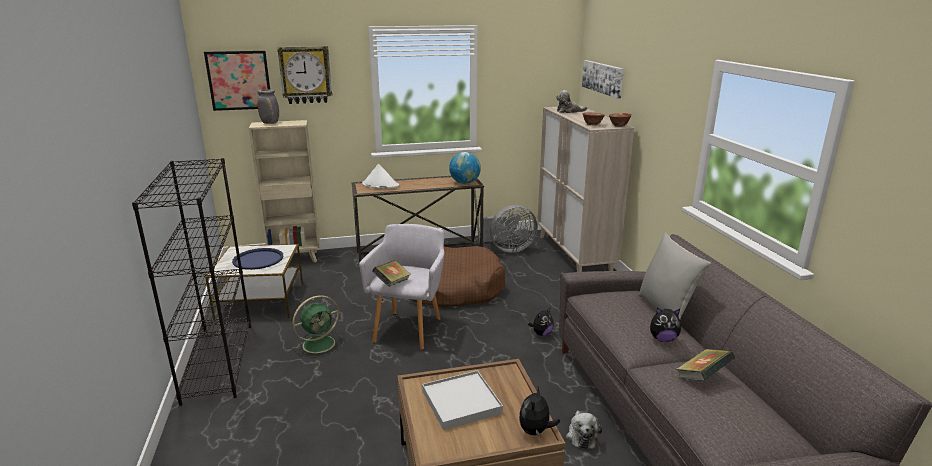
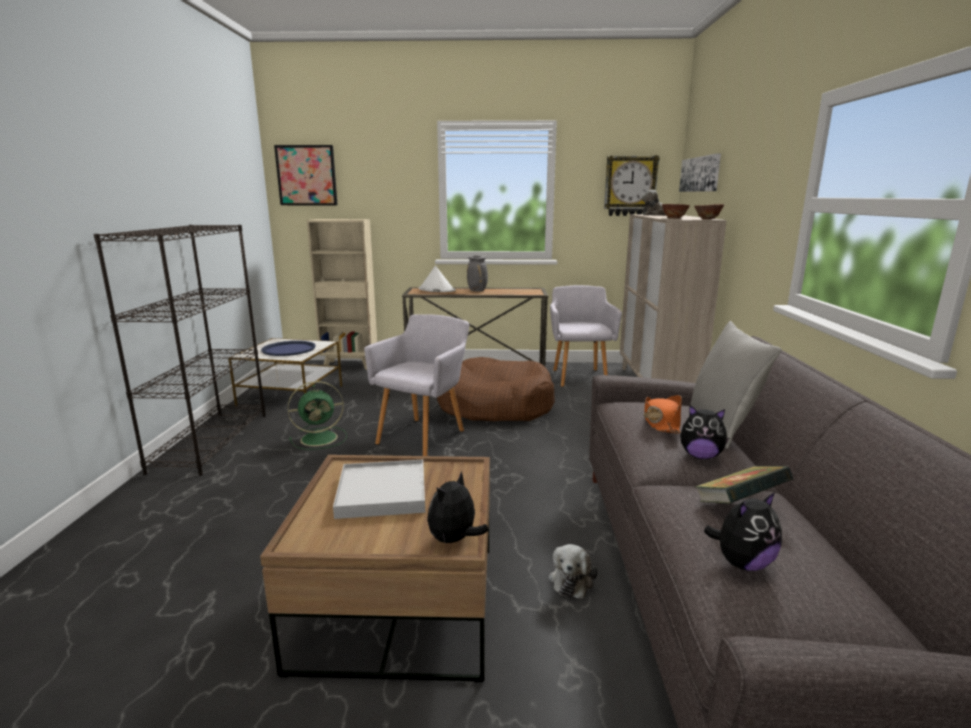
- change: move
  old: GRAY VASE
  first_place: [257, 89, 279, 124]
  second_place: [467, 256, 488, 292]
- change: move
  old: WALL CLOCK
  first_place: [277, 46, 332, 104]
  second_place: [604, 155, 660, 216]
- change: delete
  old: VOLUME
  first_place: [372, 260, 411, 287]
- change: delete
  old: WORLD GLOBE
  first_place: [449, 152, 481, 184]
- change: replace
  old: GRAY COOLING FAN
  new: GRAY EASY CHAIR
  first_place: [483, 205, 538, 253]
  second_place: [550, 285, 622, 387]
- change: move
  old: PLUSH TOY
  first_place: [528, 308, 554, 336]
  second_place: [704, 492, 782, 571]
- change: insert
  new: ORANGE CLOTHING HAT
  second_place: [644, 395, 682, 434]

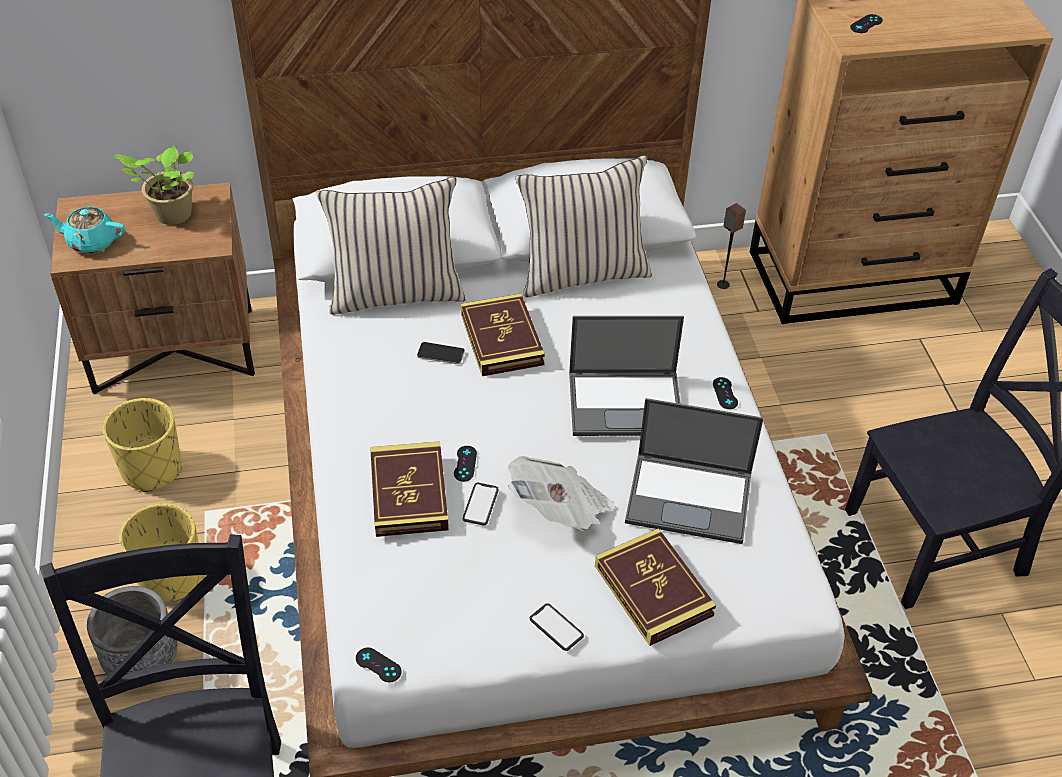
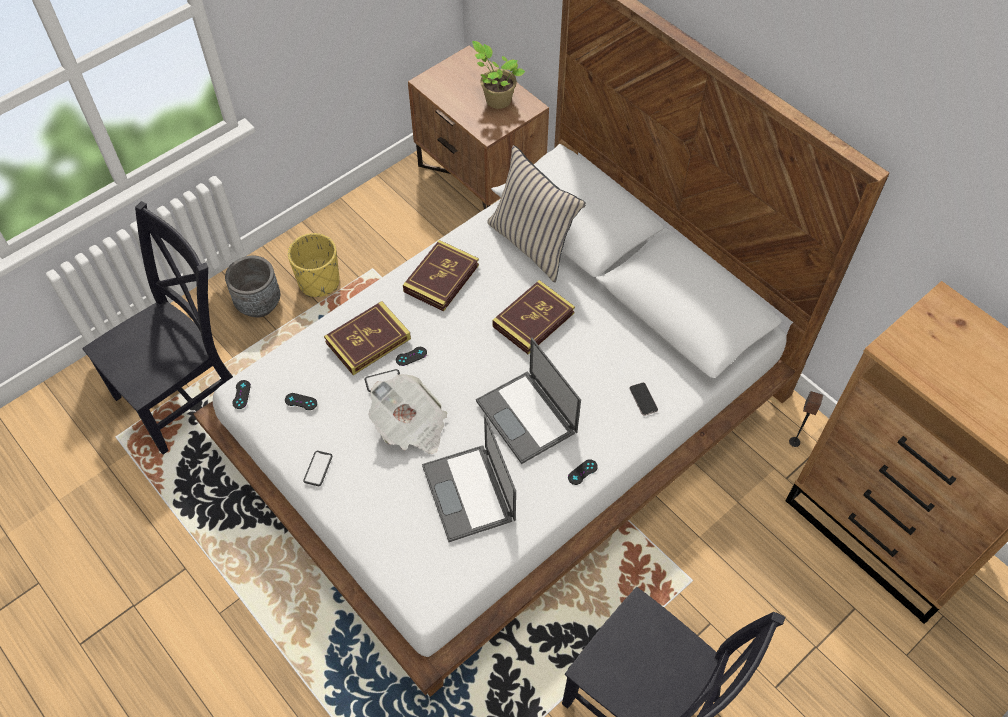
- change: delete
  old: TURQUOISE TEA POT
  first_place: [44, 207, 125, 253]
- change: delete
  old: YELLOWISH PLANT POT
  first_place: [103, 398, 182, 492]
- change: move
  old: TELEPHONE
  first_place: [417, 342, 465, 364]
  second_place: [629, 382, 658, 416]
- change: delete
  old: BEIGE CUSHION
  first_place: [515, 155, 652, 297]
- change: move
  old: VOLUME
  first_place: [595, 528, 716, 646]
  second_place: [403, 240, 479, 312]
- change: move
  old: BLACKISH GAMEPAD
  first_place: [850, 14, 883, 33]
  second_place: [285, 393, 317, 410]

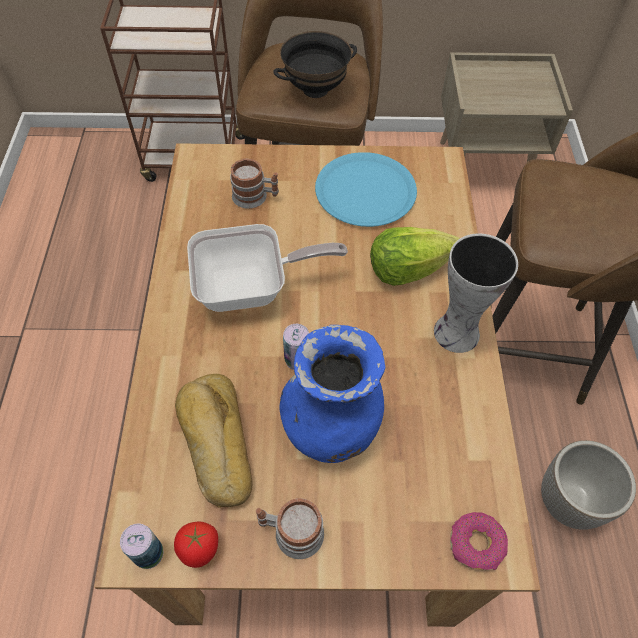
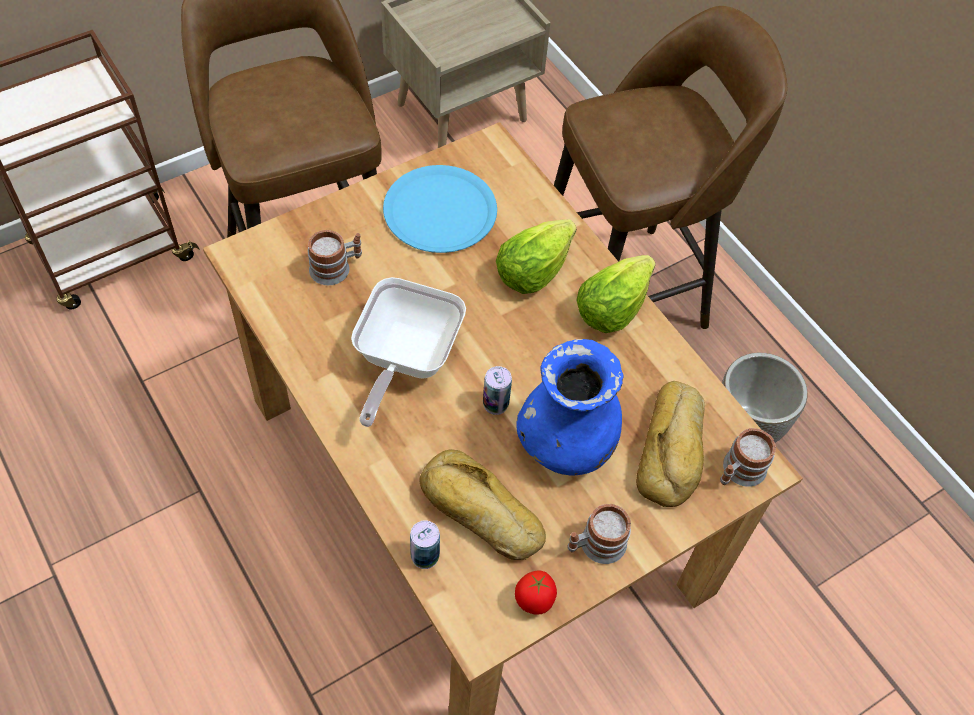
- change: move
  old: SEALED CAN
  first_place: [120, 523, 163, 569]
  second_place: [410, 520, 440, 569]
- change: rotate
  old: SKILLET
  first_place: [187, 224, 348, 312]
  second_place: [351, 277, 466, 427]
  degrees: 150
- change: delete
  old: BLACKISH SERVING BOWL
  first_place: [273, 31, 357, 98]
- change: replace
  old: VASE
  new: HEAD OF LETTUCE
  first_place: [434, 233, 518, 353]
  second_place: [576, 255, 656, 333]
- change: replace
  old: DONUT
  new: TEA MUG
  first_place: [450, 512, 508, 570]
  second_place: [720, 428, 776, 487]
- change: insert
  new: BAKERY BREAD
  second_place: [636, 381, 705, 507]

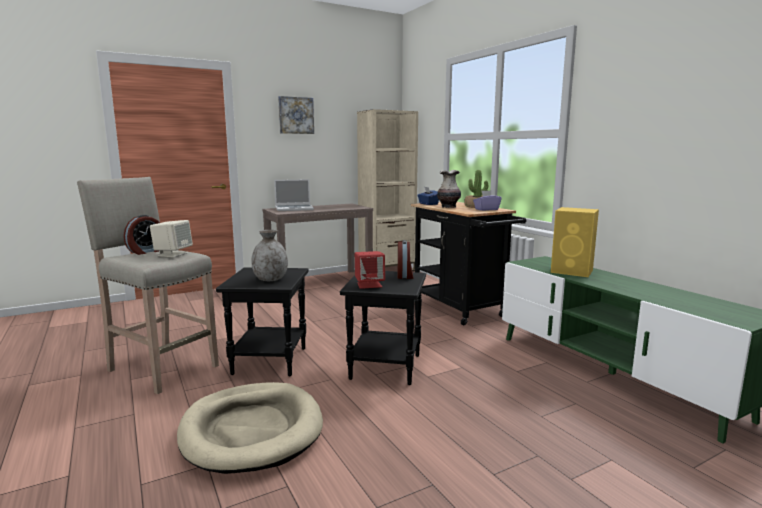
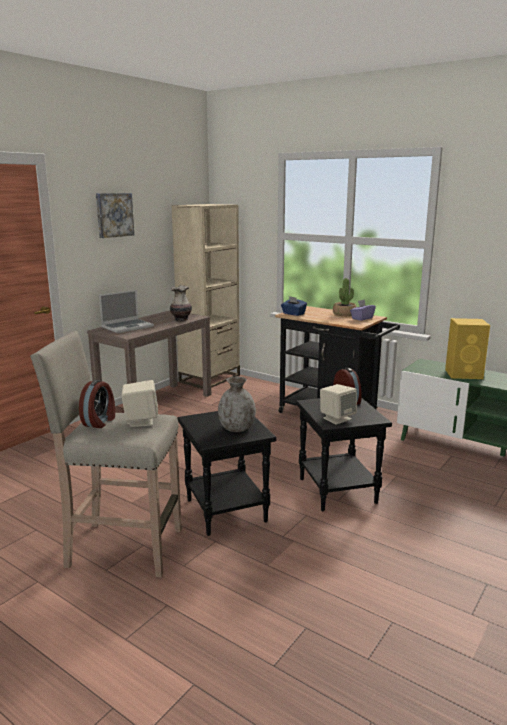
- change: delete
  old: BEIGE DOG CUSHION
  first_place: [177, 382, 323, 474]
- change: recolor
  old: RED AUDIO SPEAKER
  new: BEIGE AUDIO SPEAKER
  first_place: [355, 251, 385, 289]
  second_place: [320, 384, 357, 425]
- change: move
  old: VASE
  first_place: [437, 170, 461, 208]
  second_place: [170, 285, 192, 321]

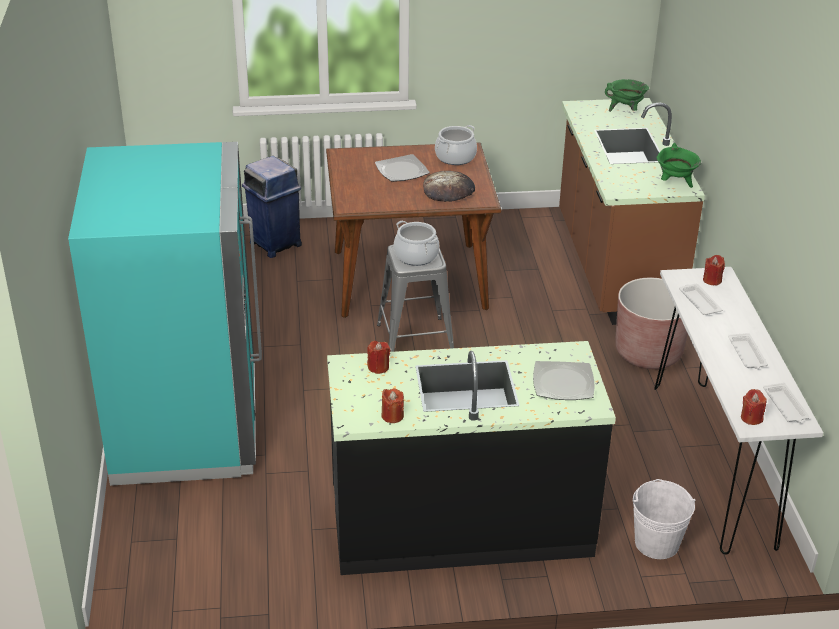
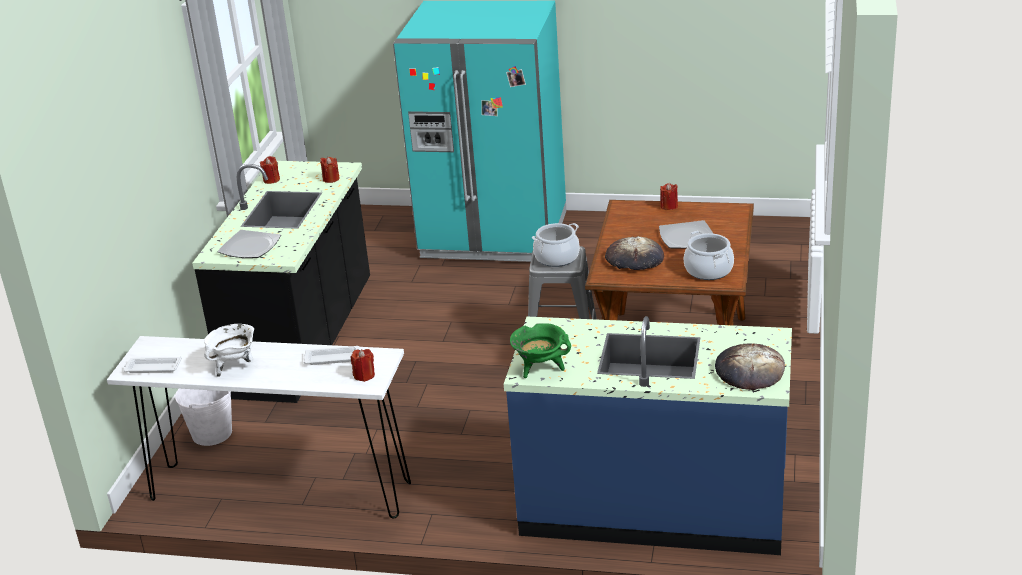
- change: delete
  old: BLUISH TRASH CAN
  first_place: [242, 156, 302, 258]
- change: recolor
  old: BROWN KITCHEN COUNTER
  new: BLUISH KITCHEN COUNTER
  first_place: [559, 98, 705, 325]
  second_place: [504, 316, 792, 555]
- change: replace
  old: GREEN-COLOURED STOCKPOT
  new: BAKERY BREAD
  first_place: [605, 79, 649, 112]
  second_place: [715, 343, 785, 390]
- change: delete
  old: BROWN PLANT POT
  first_place: [615, 278, 688, 369]
- change: replace
  old: WHITE-COLOURED TRAY
  new: WHITE-COLOURED STOCKPOT
  first_place: [728, 333, 768, 369]
  second_place: [204, 324, 254, 377]
- change: move
  old: RED WAX LIGHT
  first_place: [741, 389, 767, 425]
  second_place: [660, 183, 678, 210]

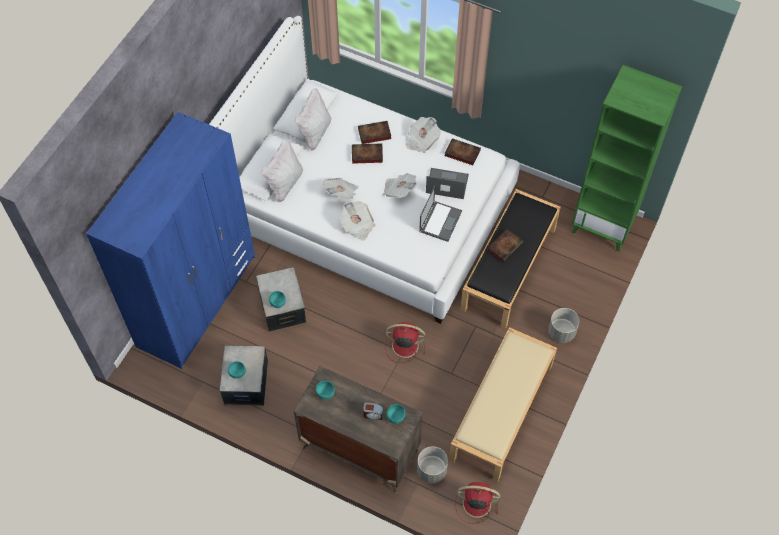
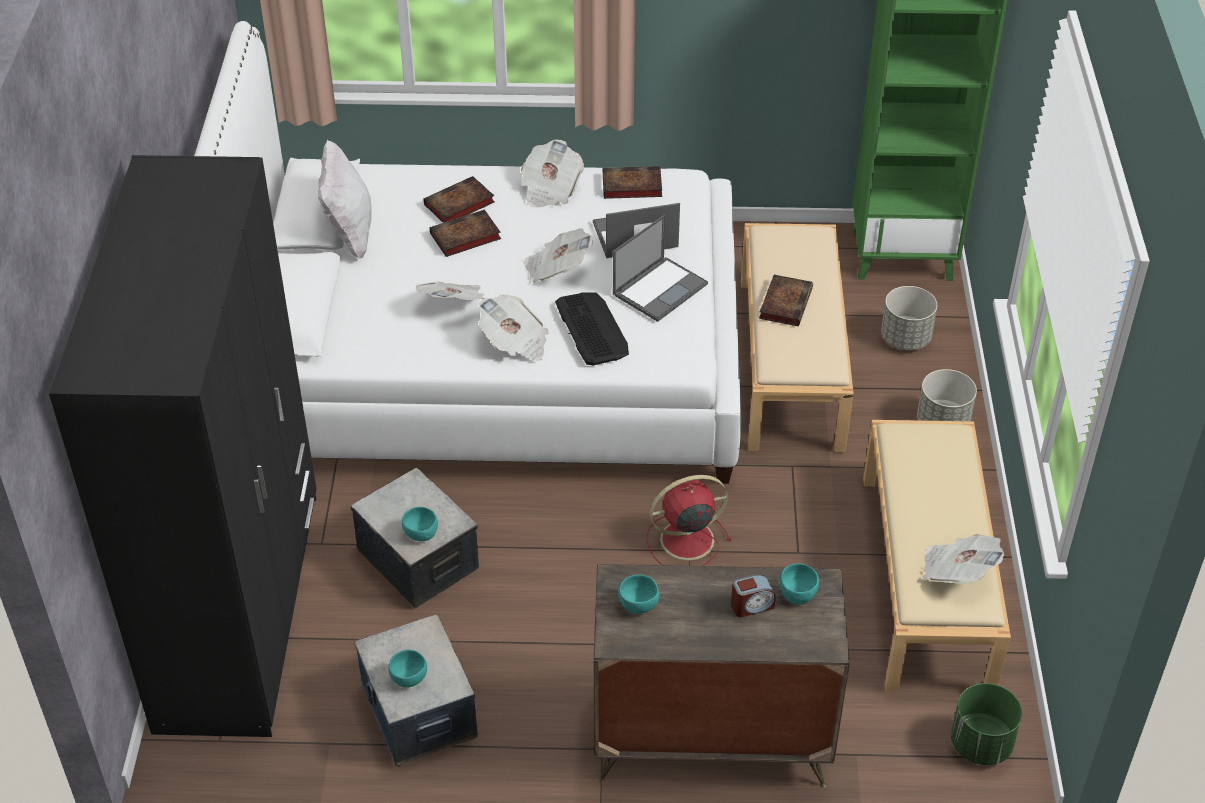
- change: recolor
  old: BLUISH WARDROBE
  new: BLACKISH WARDROBE
  first_place: [86, 112, 255, 369]
  second_place: [49, 155, 316, 737]
- change: delete
  old: WHITE-COLOURED CUSHION
  first_place: [262, 139, 303, 203]
- change: move
  old: GRAY PLANT POT
  first_place: [417, 446, 448, 483]
  second_place: [881, 286, 937, 350]
- change: rotate
  old: PORTABLE COMPUTER
  first_place: [419, 186, 462, 242]
  second_place: [613, 215, 708, 322]
  degrees: 45
- change: replace
  old: RED COOLING FAN
  new: GREEN-COLOURED PLANT POT
  first_place: [455, 482, 500, 524]
  second_place: [951, 683, 1023, 765]
- change: recolor
  old: BLACKISH BENCH
  new: BEIGE BENCH
  first_place: [460, 189, 561, 329]
  second_place: [741, 223, 854, 452]
- change: insert
  new: PC KEYBOARD
  second_place: [555, 292, 629, 366]
- change: insert
  new: NEWSPAPER
  second_place: [922, 534, 1004, 584]

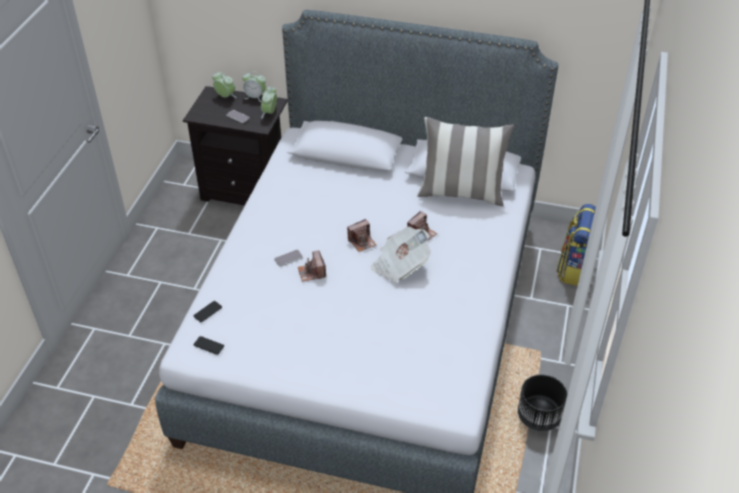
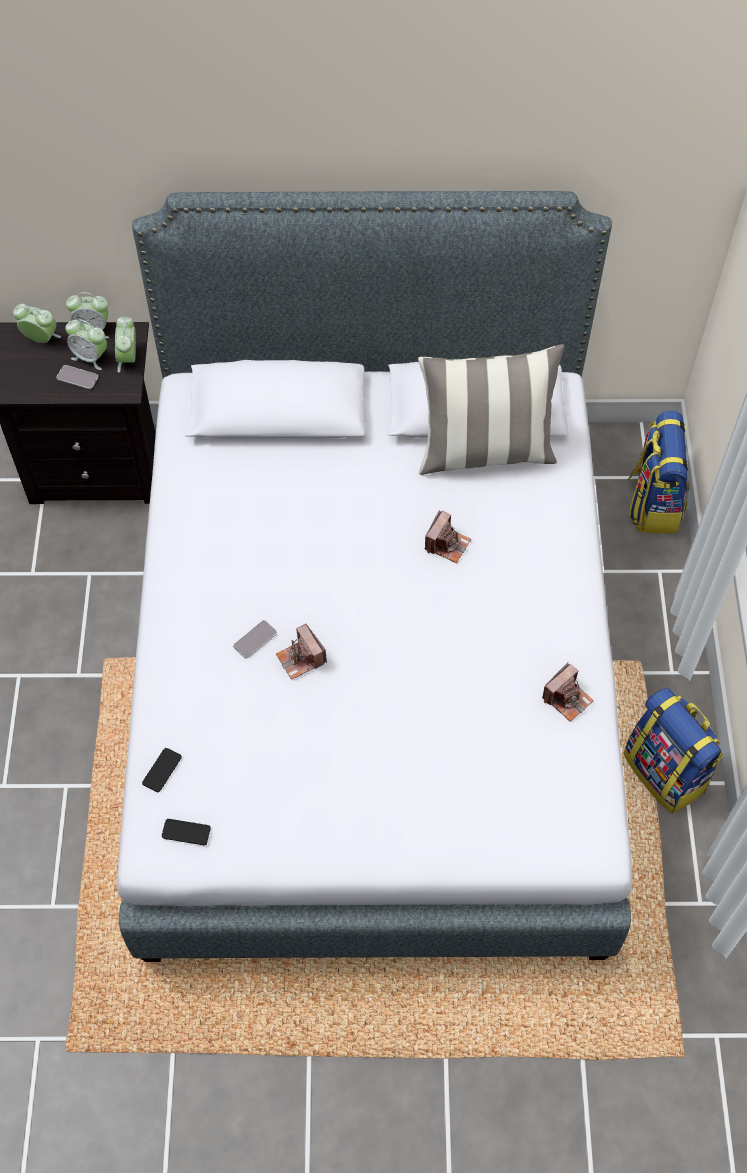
- change: move
  old: STILL CAMERA
  first_place: [347, 219, 376, 252]
  second_place: [542, 662, 594, 722]
- change: delete
  old: NEWSPAPER
  first_place: [371, 226, 431, 283]
- change: replace
  old: BLACKISH PLANT POT
  new: RUCKSACK
  first_place: [518, 374, 567, 431]
  second_place: [623, 688, 723, 814]
- change: insert
  new: ALARM CLOCK
  second_place: [65, 319, 107, 370]

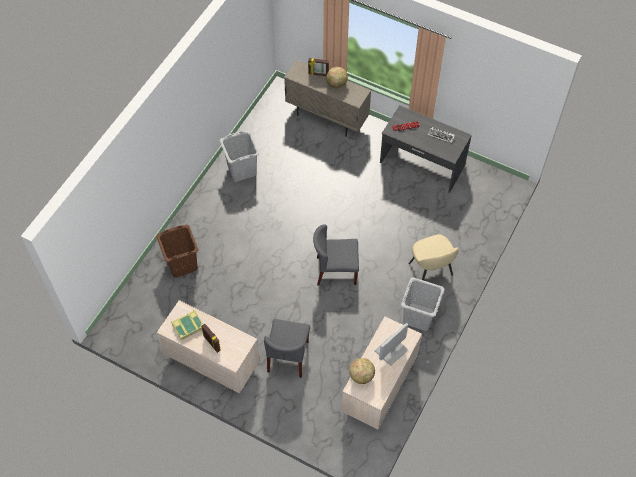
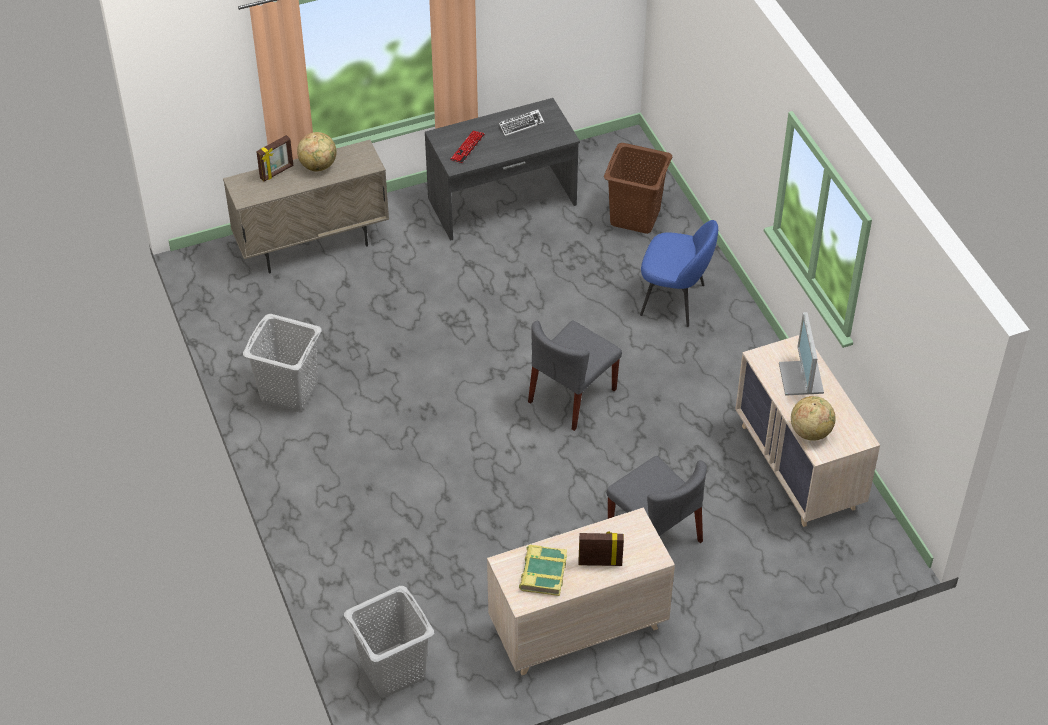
- change: move
  old: BROWN WASHING BASKET
  first_place: [156, 225, 199, 278]
  second_place: [604, 143, 672, 234]
- change: move
  old: GRAY WASHING BASKET
  first_place: [401, 277, 445, 331]
  second_place: [344, 586, 434, 697]
- change: recolor
  old: BEIGE UPRIGHT CHAIR
  new: BLUISH UPRIGHT CHAIR
  first_place: [409, 234, 459, 281]
  second_place: [640, 220, 718, 327]

